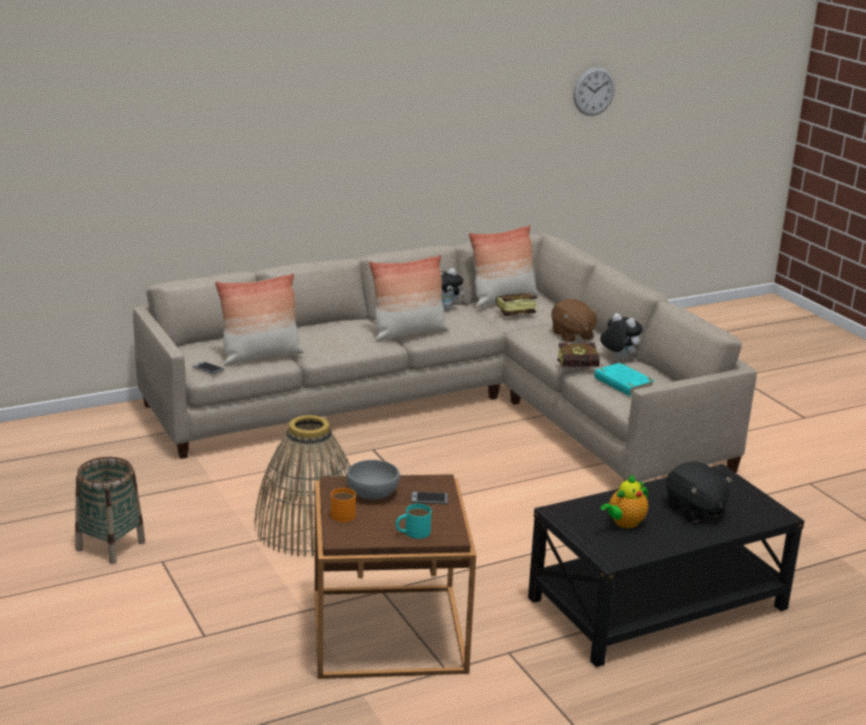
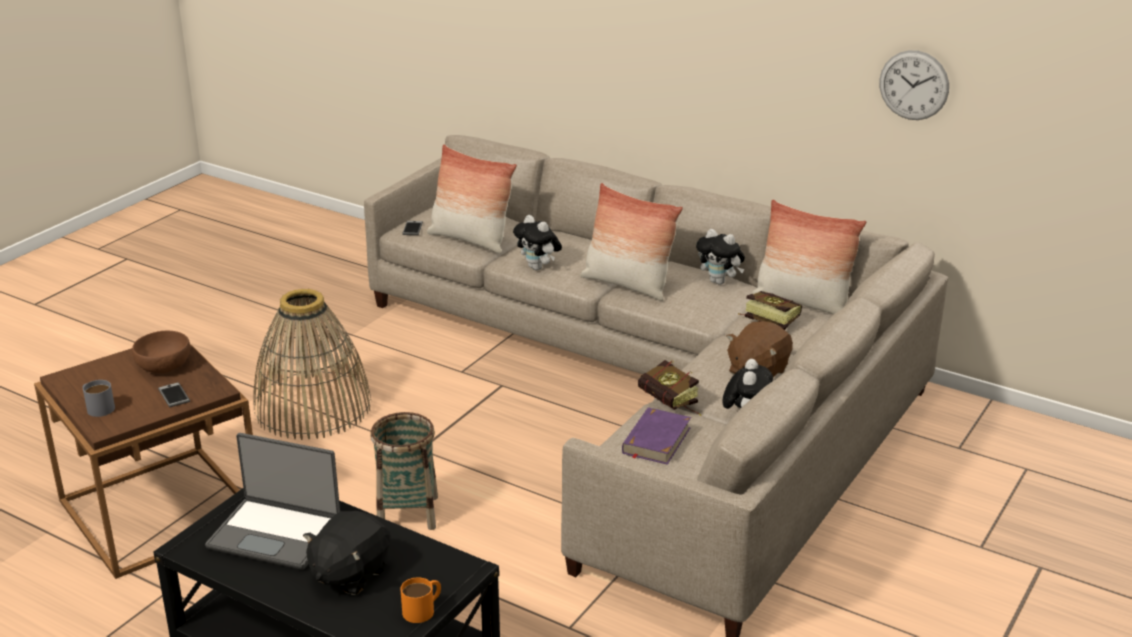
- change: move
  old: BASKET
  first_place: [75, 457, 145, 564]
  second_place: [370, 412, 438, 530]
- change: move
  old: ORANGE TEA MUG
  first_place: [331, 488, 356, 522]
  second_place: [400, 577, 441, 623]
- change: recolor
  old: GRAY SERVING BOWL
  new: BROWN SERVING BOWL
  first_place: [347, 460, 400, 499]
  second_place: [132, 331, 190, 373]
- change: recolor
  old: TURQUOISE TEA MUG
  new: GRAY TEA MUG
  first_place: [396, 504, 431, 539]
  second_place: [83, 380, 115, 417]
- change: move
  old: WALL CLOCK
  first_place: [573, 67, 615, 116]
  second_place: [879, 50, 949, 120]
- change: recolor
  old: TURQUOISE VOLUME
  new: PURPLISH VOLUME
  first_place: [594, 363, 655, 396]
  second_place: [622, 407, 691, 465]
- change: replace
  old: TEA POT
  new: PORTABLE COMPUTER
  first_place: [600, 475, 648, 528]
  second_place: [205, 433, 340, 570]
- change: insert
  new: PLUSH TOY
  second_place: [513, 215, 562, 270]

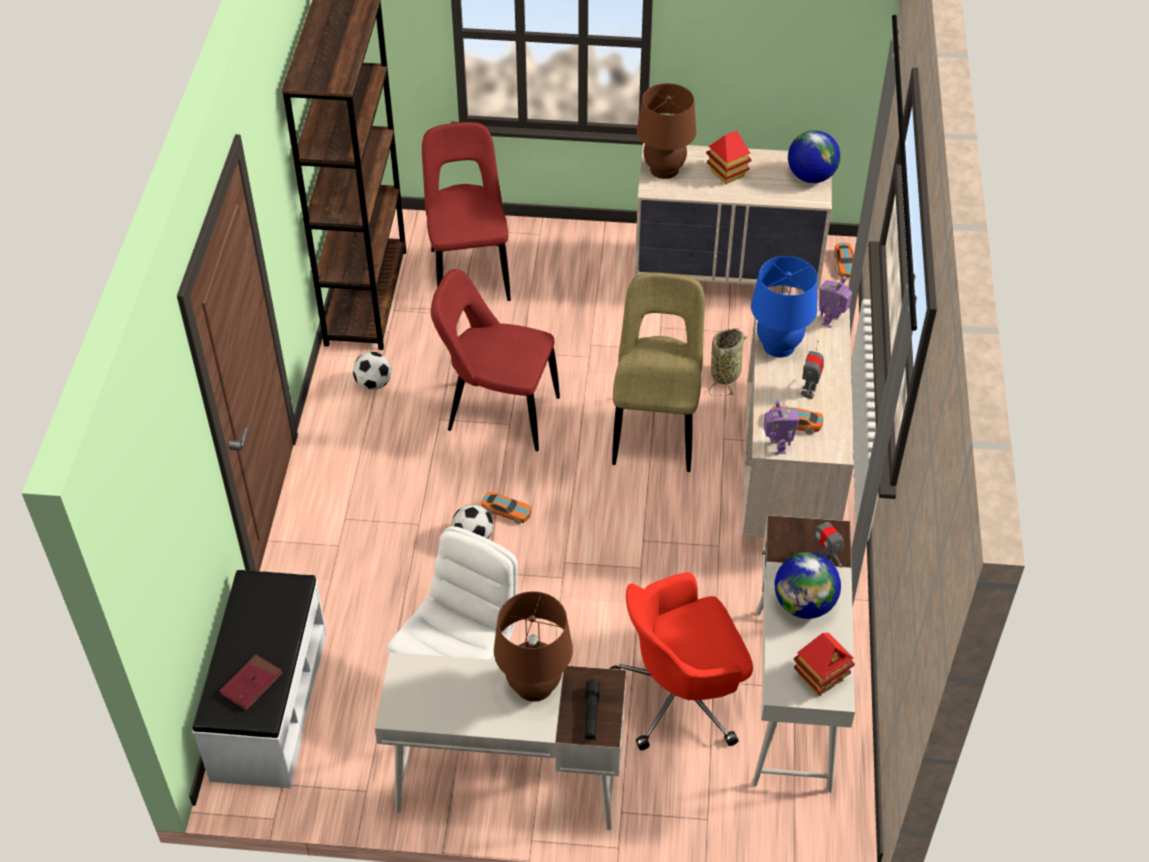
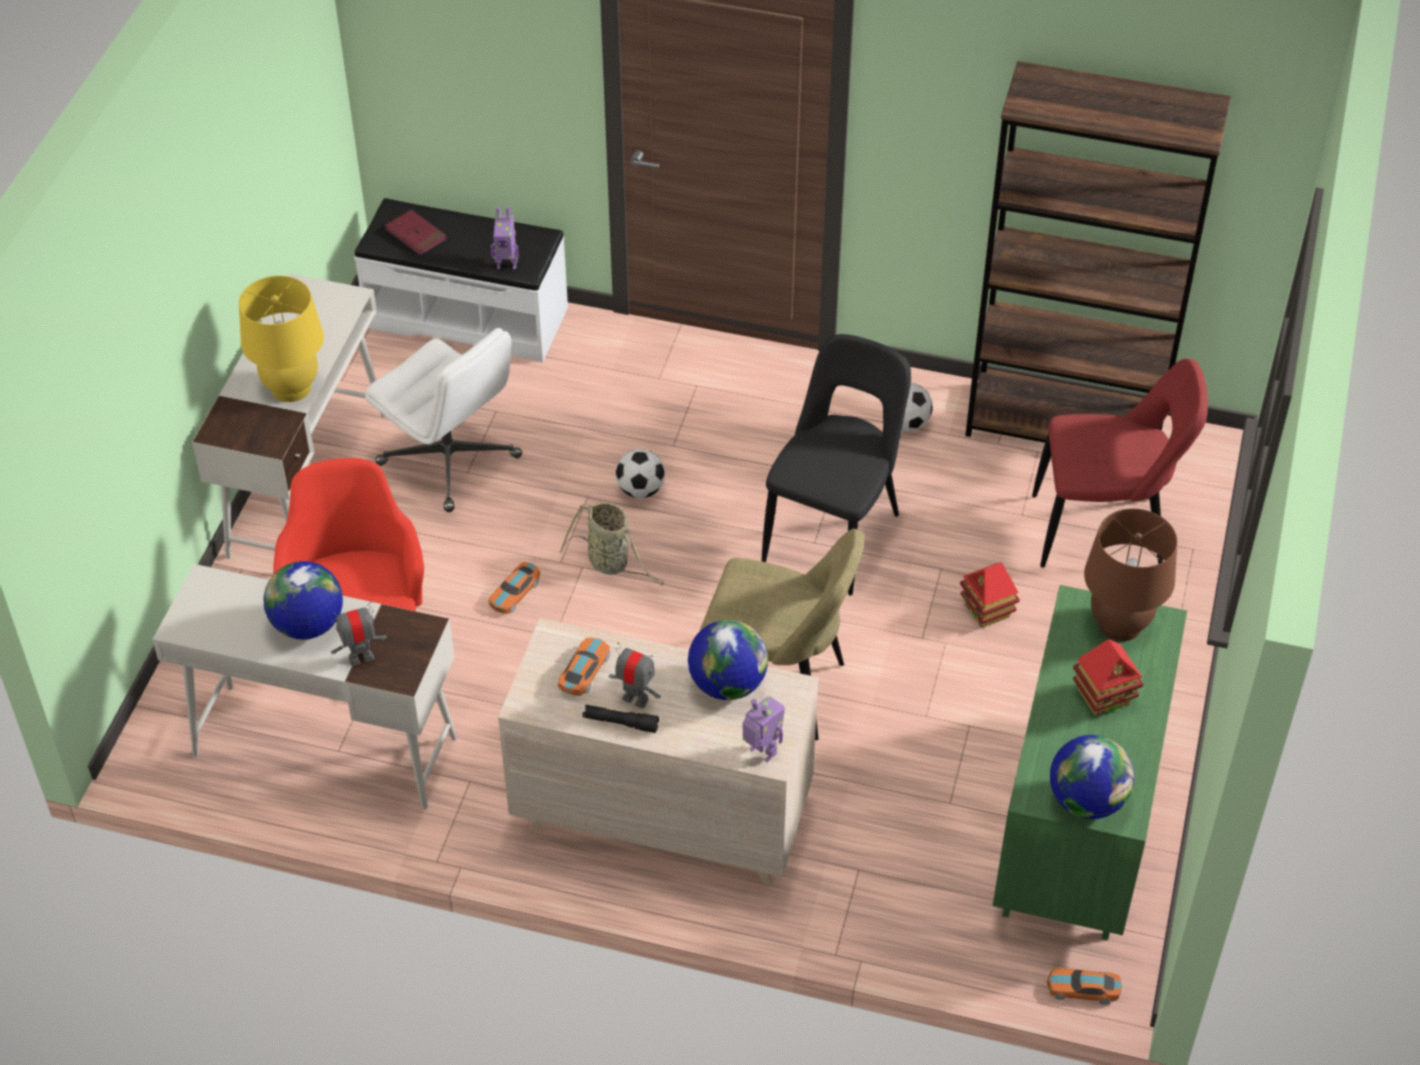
- change: recolor
  old: RED UPRIGHT CHAIR
  new: BLACKISH UPRIGHT CHAIR
  first_place: [431, 269, 560, 451]
  second_place: [761, 334, 911, 596]
- change: move
  old: MODEL CAR
  first_place: [481, 492, 531, 524]
  second_place: [488, 562, 540, 614]
- change: recolor
  old: BROWN TABLE LAMP
  new: YELLOWISH TABLE LAMP
  first_place: [494, 591, 573, 702]
  second_place: [239, 276, 324, 402]
- change: move
  old: BLACKISH HAND TORCH
  first_place: [584, 679, 600, 740]
  second_place: [582, 705, 659, 733]
- change: recolor
  old: BEIGE DRAWER CHEST
  new: GREEN-COLOURED DRAWER CHEST
  first_place: [635, 143, 832, 294]
  second_place: [992, 585, 1187, 940]
- change: move
  old: BASKET
  first_place: [708, 328, 747, 396]
  second_place: [560, 502, 664, 585]
- change: replace
  old: BLUISH TABLE LAMP
  new: WORLD GLOBE
  first_place: [751, 256, 817, 357]
  second_place: [688, 620, 768, 700]
- change: move
  old: MODEL ROBOT
  first_place: [764, 400, 799, 455]
  second_place: [491, 207, 519, 269]
- change: move
  old: TOY HOUSE
  first_place: [794, 633, 855, 696]
  second_place: [960, 562, 1020, 628]

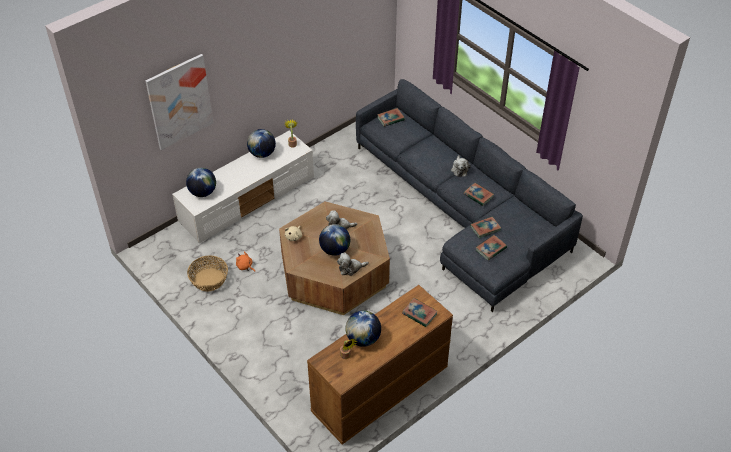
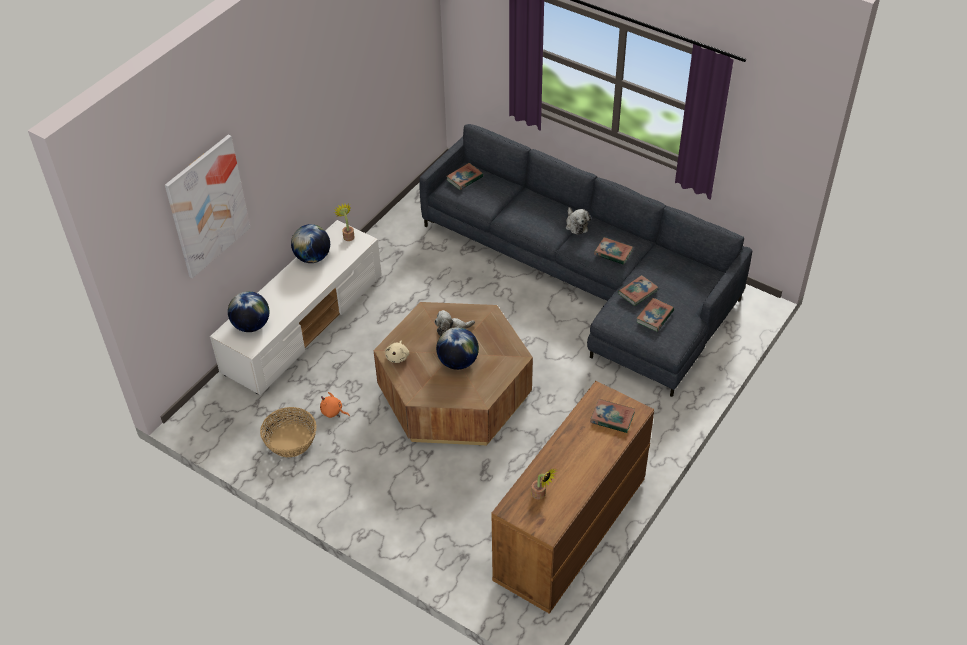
- change: delete
  old: PLUSH TOY
  first_place: [337, 253, 369, 276]
- change: delete
  old: WORLD GLOBE
  first_place: [345, 311, 381, 347]

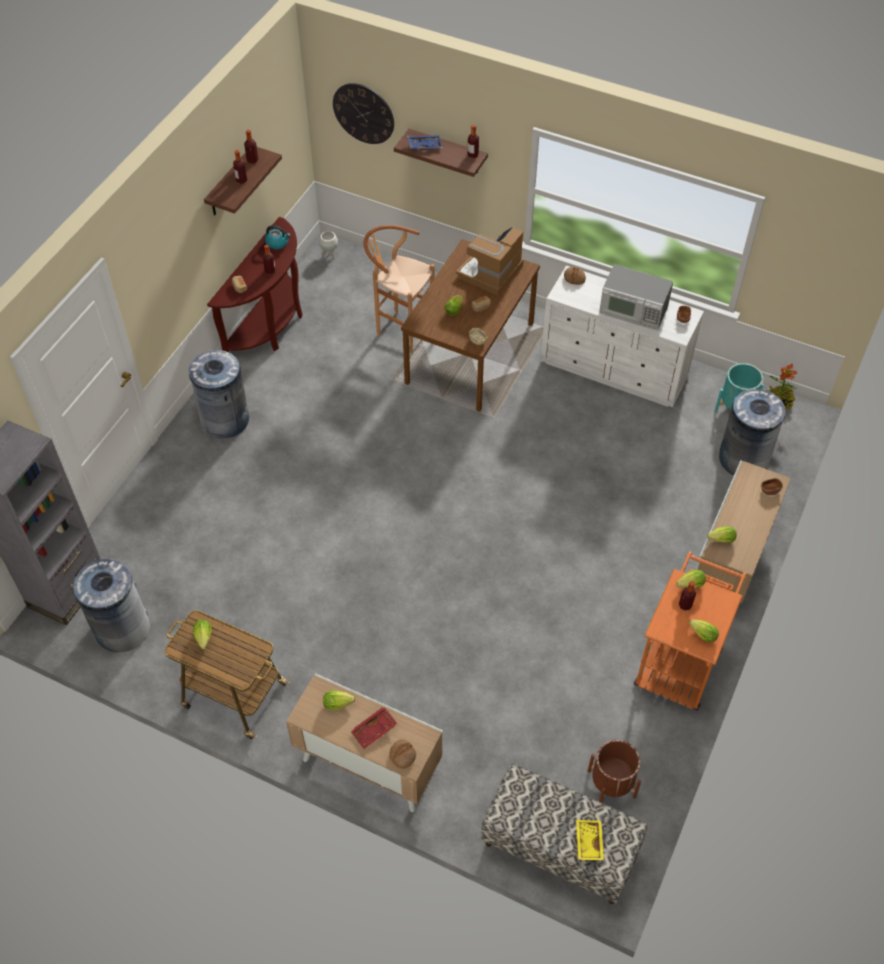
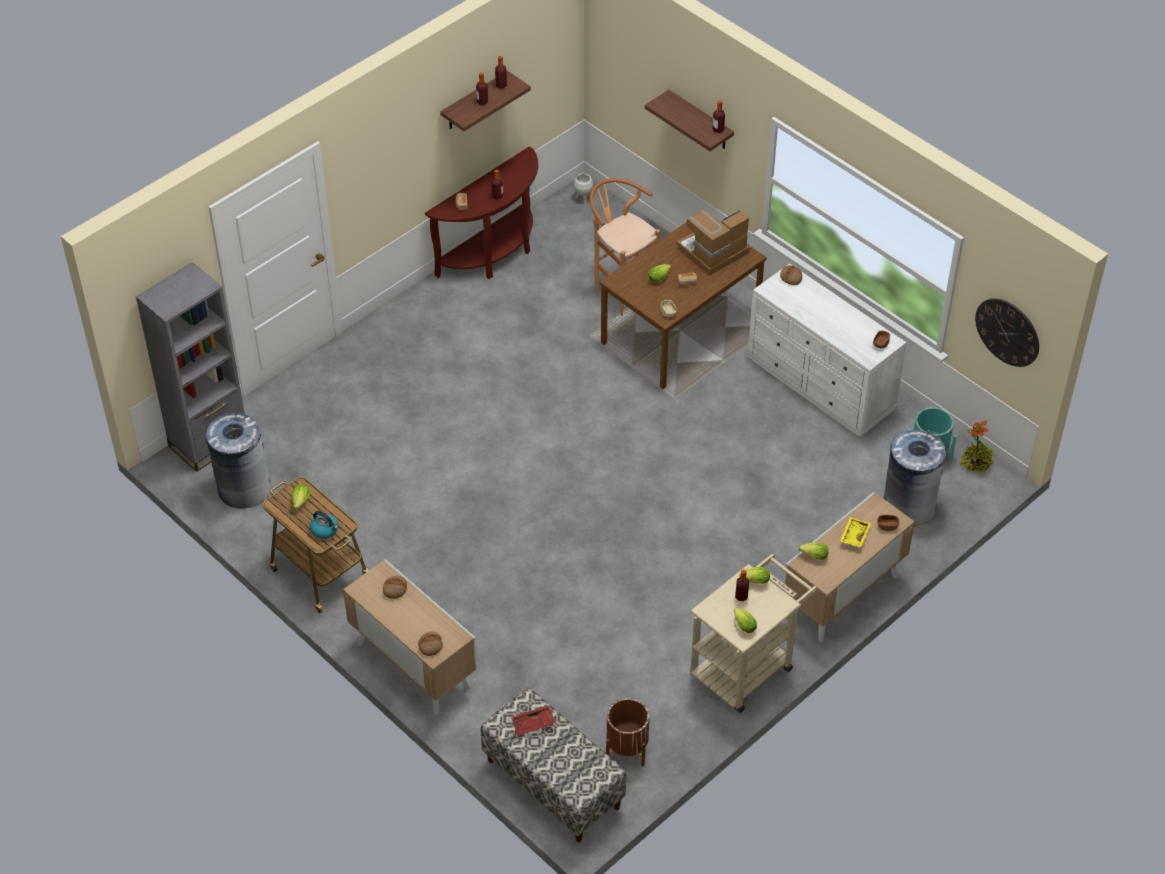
- change: delete
  old: GRAY TRASH CAN
  first_place: [189, 350, 249, 439]
- change: move
  old: TEA KETTLE
  first_place: [265, 225, 291, 250]
  second_place: [310, 511, 338, 539]
- change: replace
  old: HEAD OF LETTUCE
  new: BAKERY BREAD
  first_place: [323, 690, 355, 710]
  second_place: [383, 576, 407, 599]
- change: move
  old: WALL CLOCK
  first_place: [333, 83, 394, 144]
  second_place: [975, 298, 1039, 367]
- change: move
  old: RED TRAY
  first_place: [350, 706, 397, 749]
  second_place: [511, 705, 555, 736]
- change: delete
  old: BLUISH TRAY
  first_place: [407, 135, 443, 150]
- change: move
  old: YELLOWISH TRAY
  first_place: [576, 820, 604, 861]
  second_place: [840, 517, 871, 548]
- change: delete
  old: MICROWAVE OVEN
  first_place: [599, 264, 673, 331]
- change: recolor
  old: ORANGE CART
  new: BEIGE CART
  first_place: [634, 551, 746, 711]
  second_place: [690, 554, 817, 713]

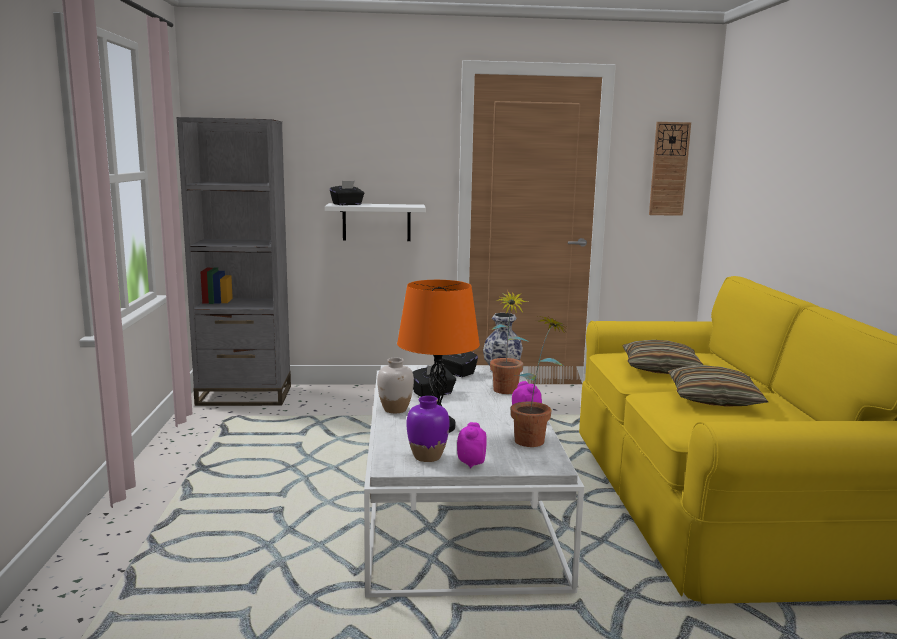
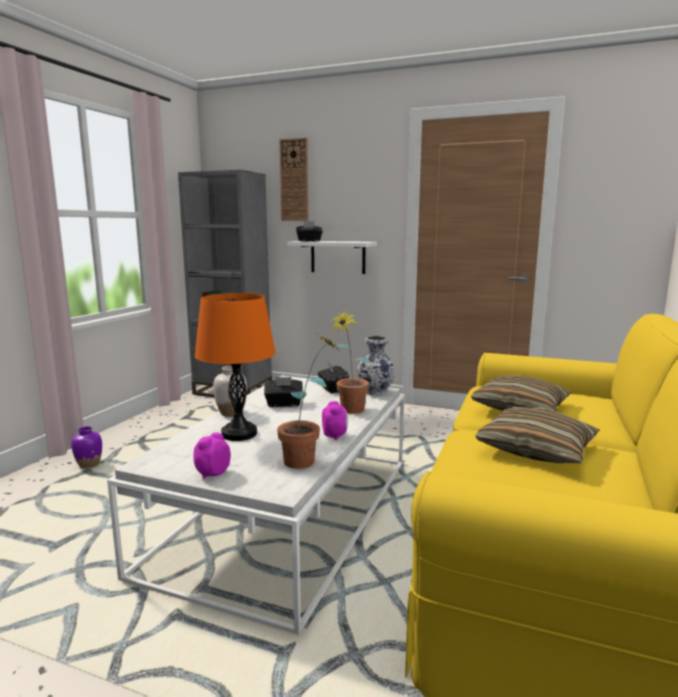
- change: move
  old: PURPLISH VASE
  first_place: [406, 396, 450, 462]
  second_place: [71, 426, 102, 468]
- change: move
  old: WALL CLOCK
  first_place: [649, 122, 691, 216]
  second_place: [280, 138, 308, 221]

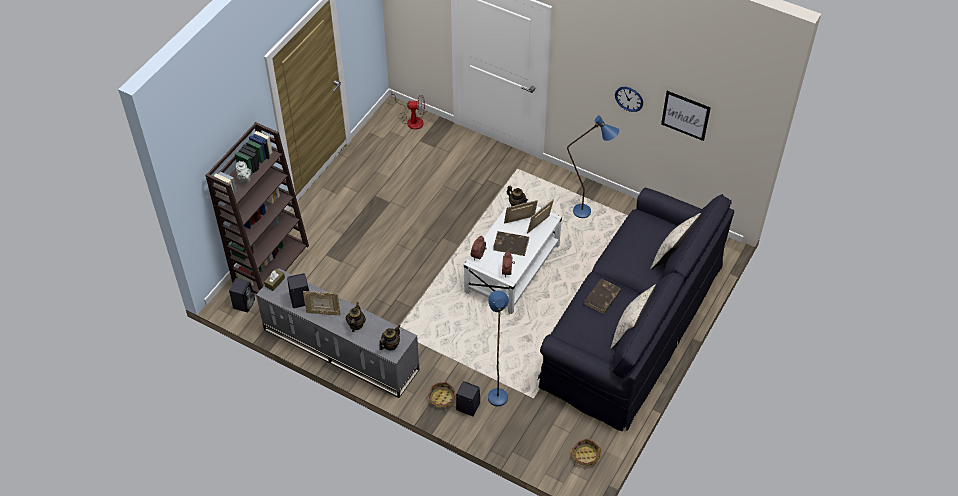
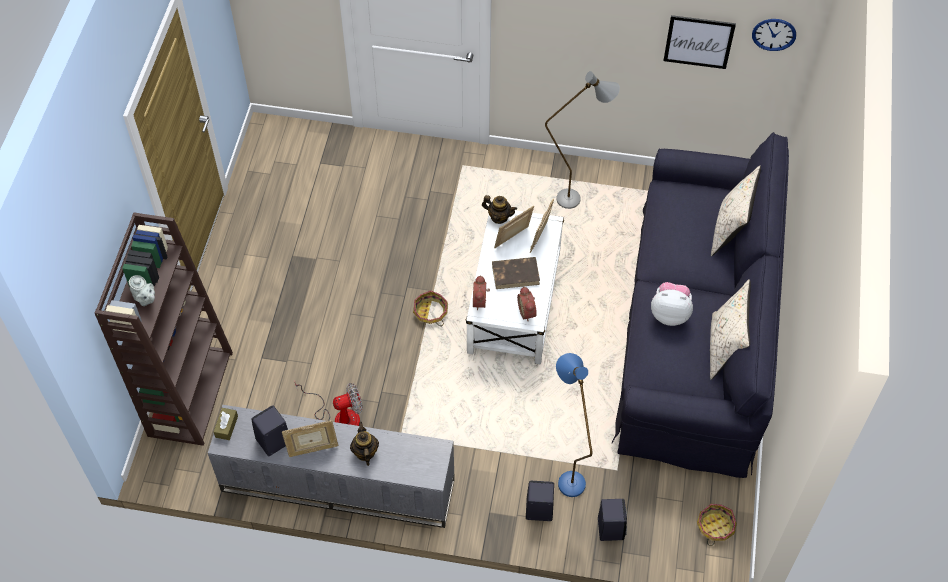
- change: move
  old: BLACKISH AUDIO SPEAKER
  first_place: [229, 278, 255, 312]
  second_place: [598, 499, 627, 541]
- change: delete
  old: TEA POT
  first_place: [379, 325, 400, 350]
- change: move
  old: COOLING FAN
  first_place: [391, 91, 425, 130]
  second_place: [294, 380, 363, 426]
- change: move
  old: BASKET
  first_place: [428, 382, 456, 411]
  second_place: [413, 291, 448, 326]
- change: recolor
  old: BLUISH FLOOR LAMP
  new: GRAY FLOOR LAMP
  first_place: [567, 115, 619, 218]
  second_place: [545, 71, 620, 209]
- change: replace
  old: BROWN VOLUME
  new: PLUSH TOY
  first_place: [584, 279, 621, 314]
  second_place: [651, 282, 693, 326]
- change: move
  old: WALL CLOCK
  first_place: [615, 87, 643, 112]
  second_place: [752, 19, 796, 51]

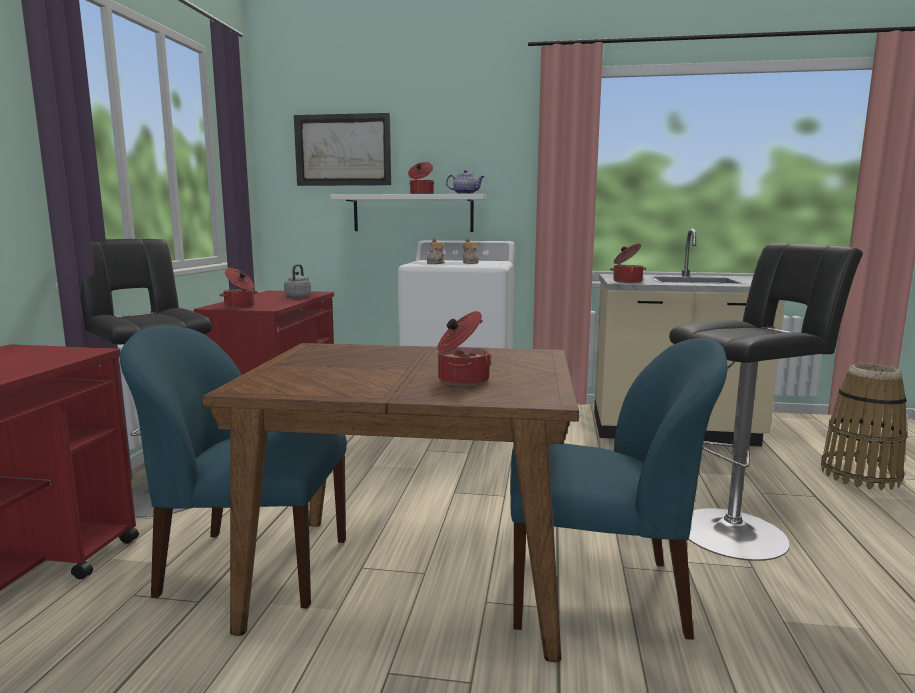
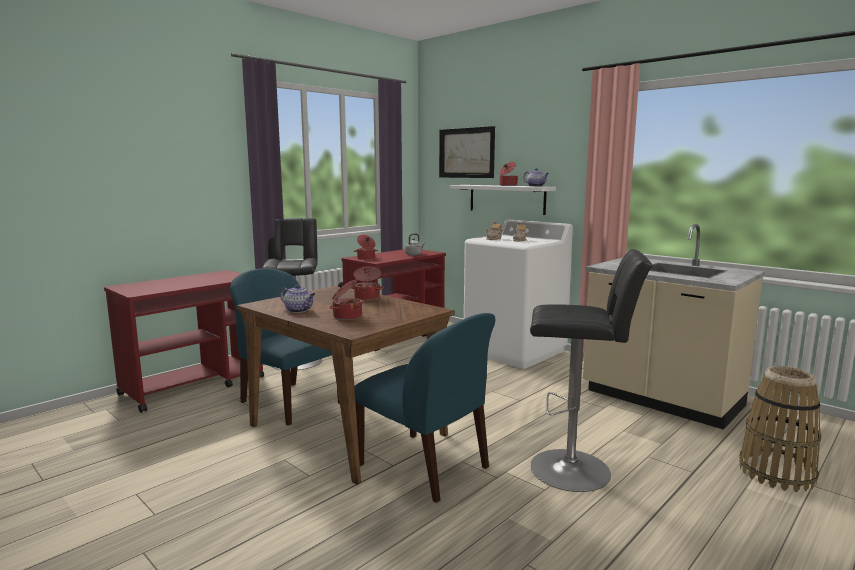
- change: move
  old: STOCKPOT
  first_place: [610, 243, 646, 283]
  second_place: [351, 266, 384, 301]
- change: insert
  new: TEA POT
  second_place: [280, 285, 315, 313]

